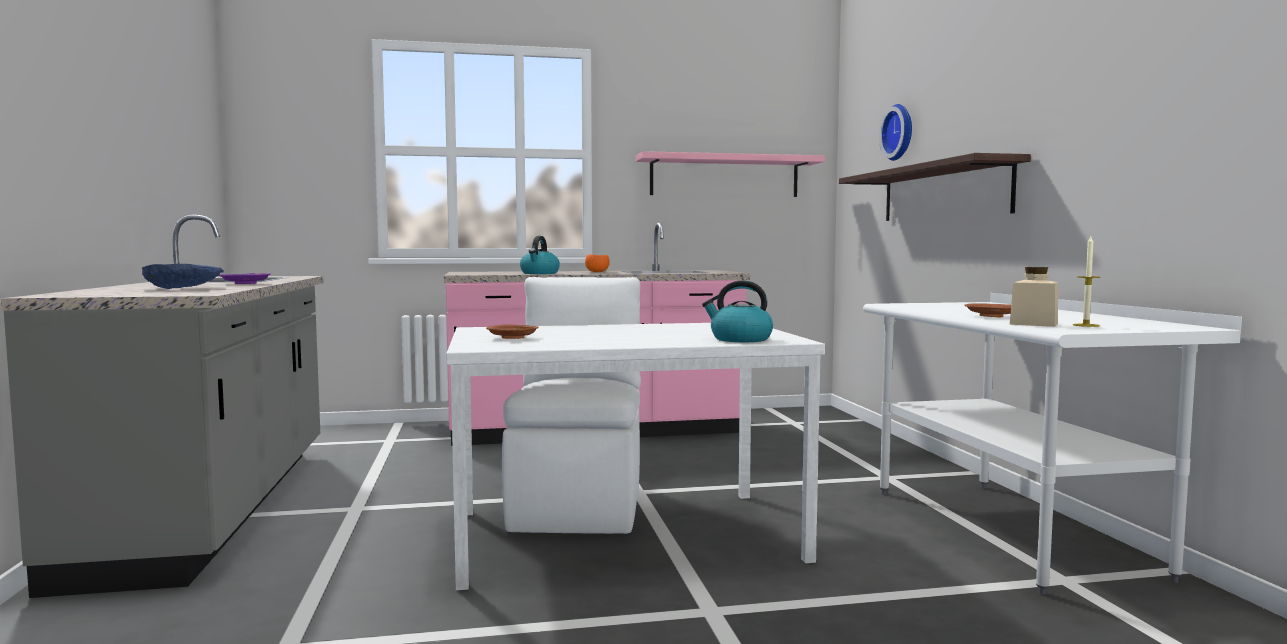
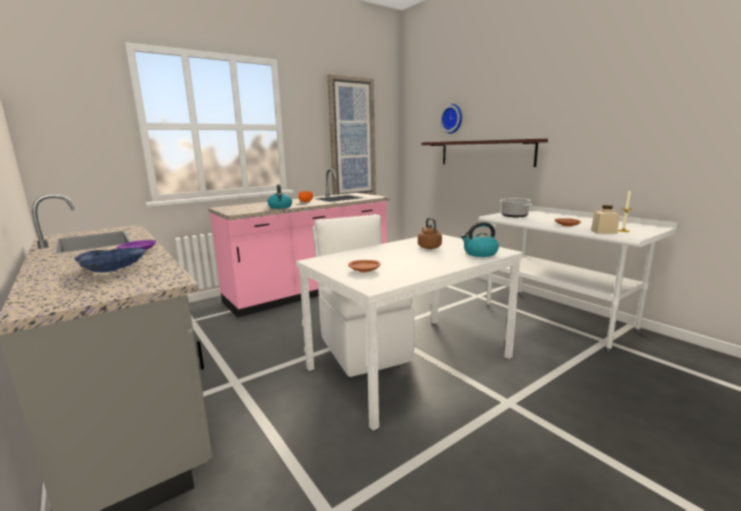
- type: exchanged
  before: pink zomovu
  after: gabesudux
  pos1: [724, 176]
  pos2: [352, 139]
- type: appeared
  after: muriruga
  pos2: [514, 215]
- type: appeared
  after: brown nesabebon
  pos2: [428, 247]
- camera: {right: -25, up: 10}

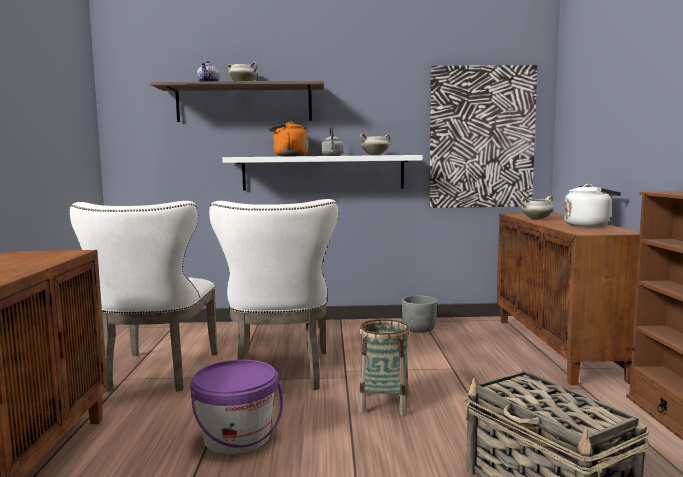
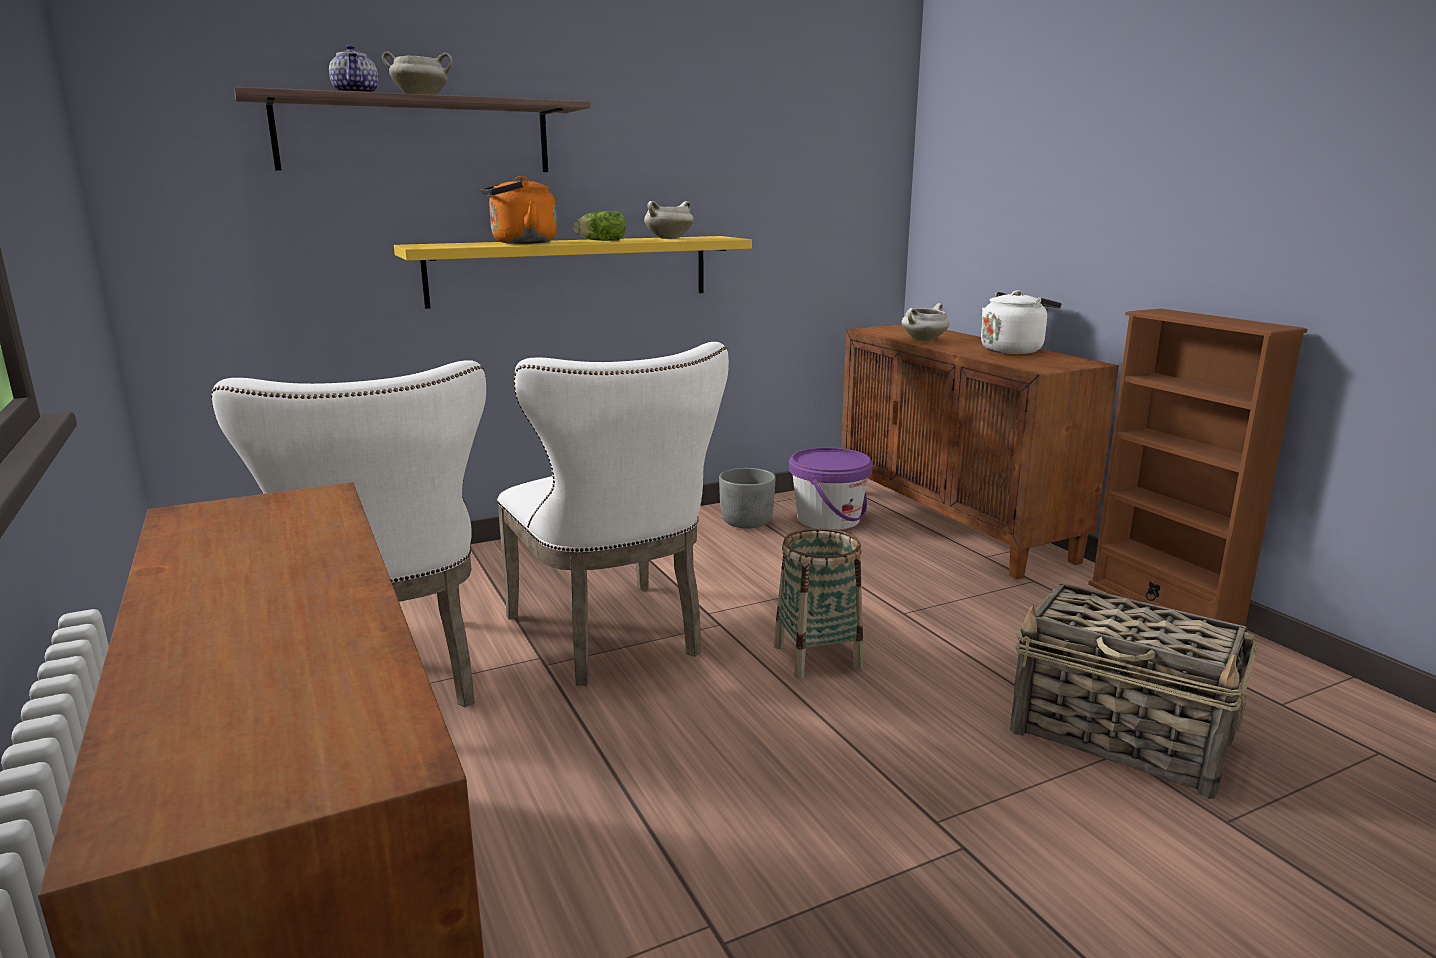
- type: missing
  before: gabesudux
  pos1: [481, 137]
- type: exchanged
  before: grey nesabebon
  after: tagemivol
  pos1: [332, 155]
  pos2: [599, 241]
- type: colour
  before: white zomovu
  after: yellow zomovu
  pos1: [323, 173]
  pos2: [571, 270]
- type: relocated
  before: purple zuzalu
  pos1: [237, 437]
  pos2: [828, 519]
- camera: {right: -25, up: 10}

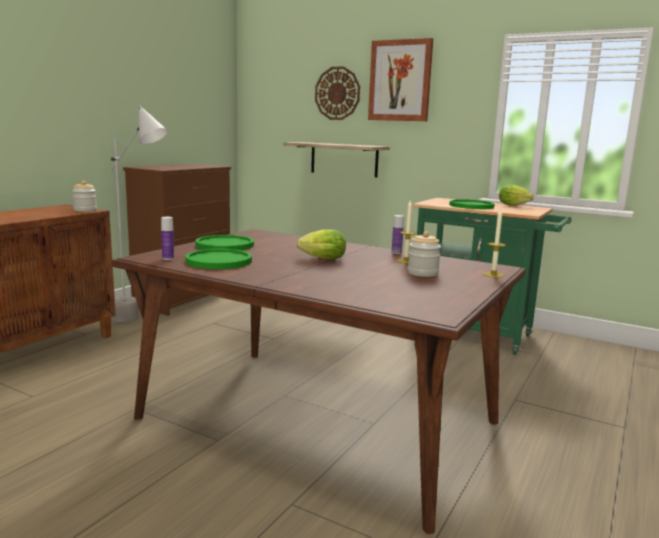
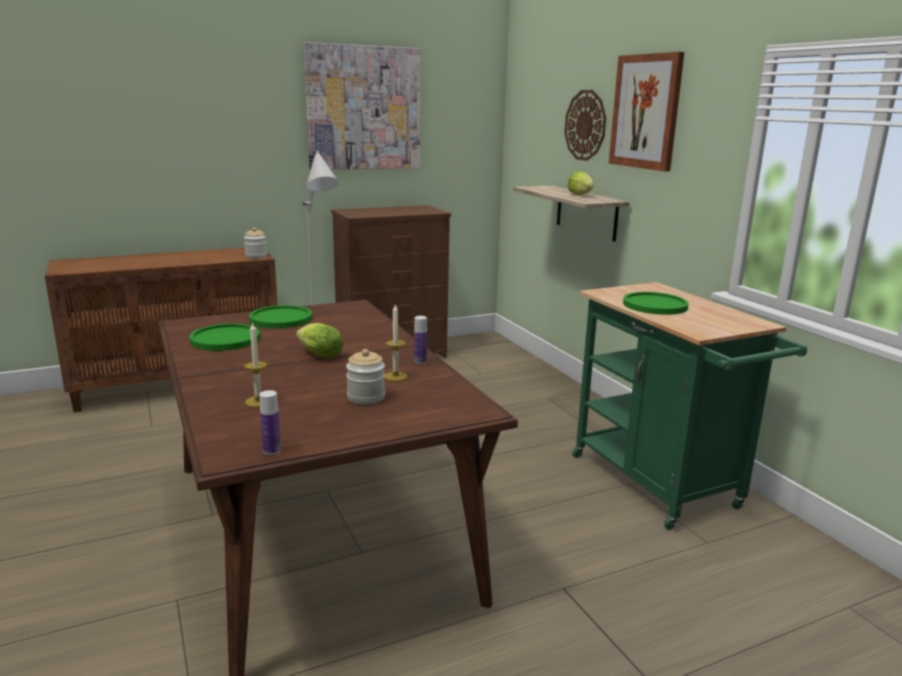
- type: relocated
  before: tagemivol
  pos1: [515, 206]
  pos2: [581, 195]
- type: relocated
  before: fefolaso
  pos1: [493, 275]
  pos2: [258, 401]
- type: relocated
  before: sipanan
  pos1: [168, 258]
  pos2: [272, 450]
- type: appeared
  after: gabesudux
  pos2: [363, 108]
- camera: {right: 35, up: 5}

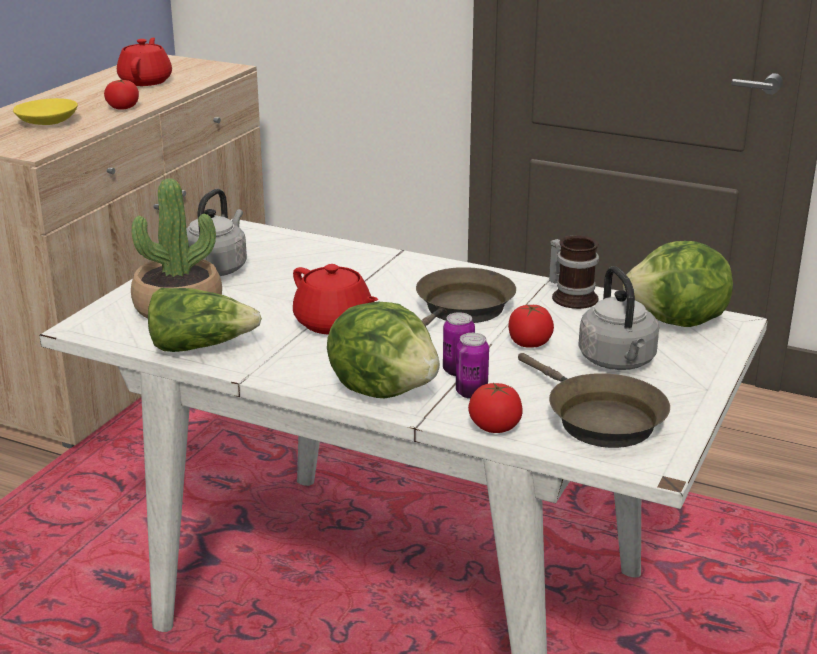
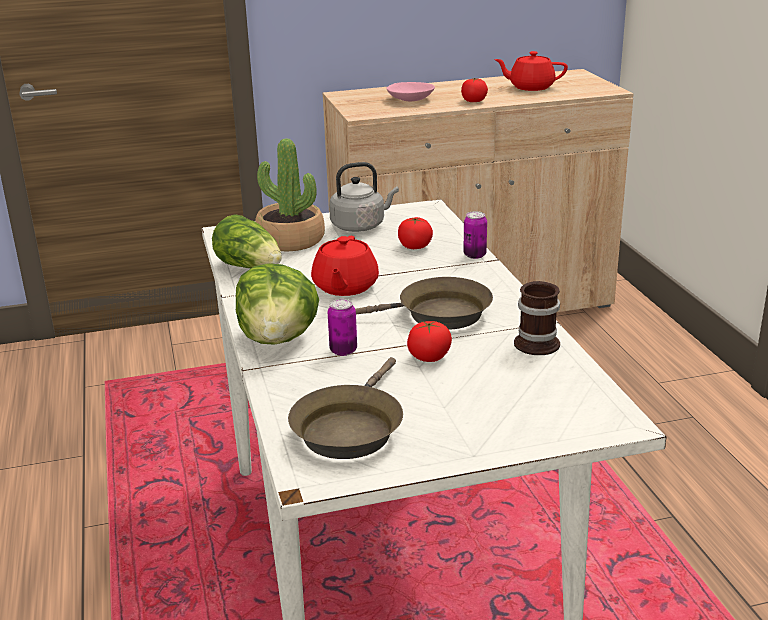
- type: spun
  before: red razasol
  pos1: [146, 81]
  pos2: [530, 87]
  turn: -135
- type: colour
  before: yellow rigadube
  after: pink rigadube
  pos1: [46, 122]
  pos2: [410, 99]
- type: missing
  before: tagemivol
  pos1: [677, 322]
- type: missing
  before: grey nesabebon
  pos1: [618, 362]
- type: relocated
  before: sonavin
  pos1: [471, 392]
  pos2: [474, 255]
- type: relocated
  before: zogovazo
  pos1: [495, 427]
  pos2: [415, 246]
- camera: {right: 50, up: 0}

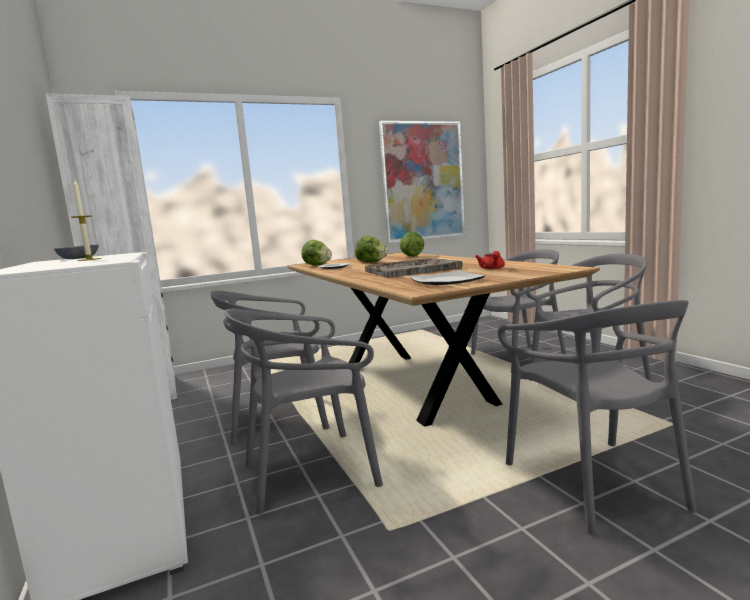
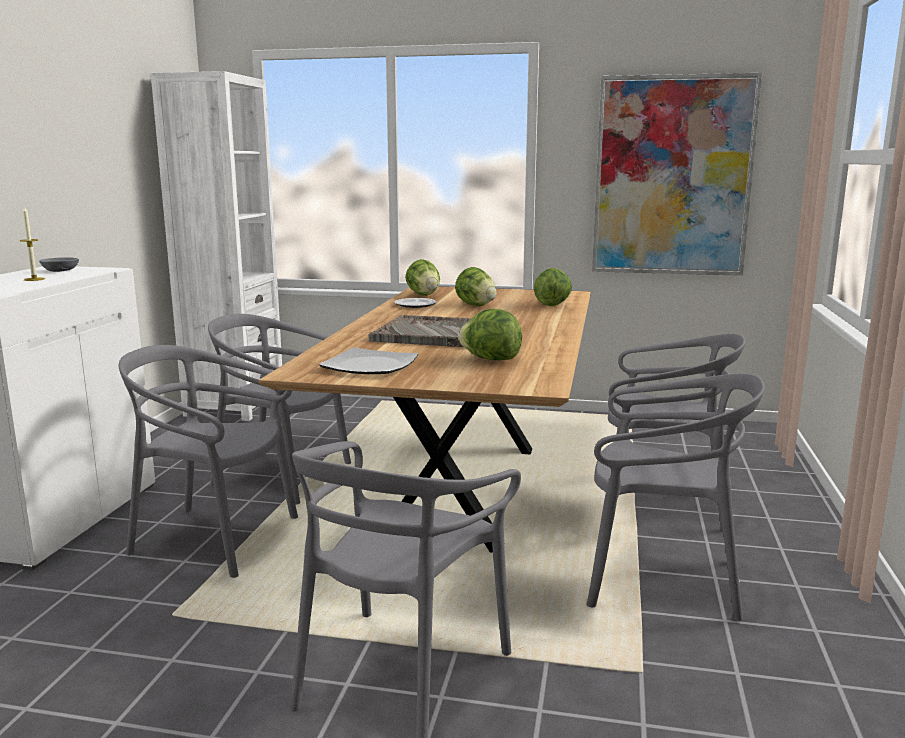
- type: exchanged
  before: red razasol
  after: tagemivol
  pos1: [492, 268]
  pos2: [490, 359]
- camera: {right: 35, up: 5}

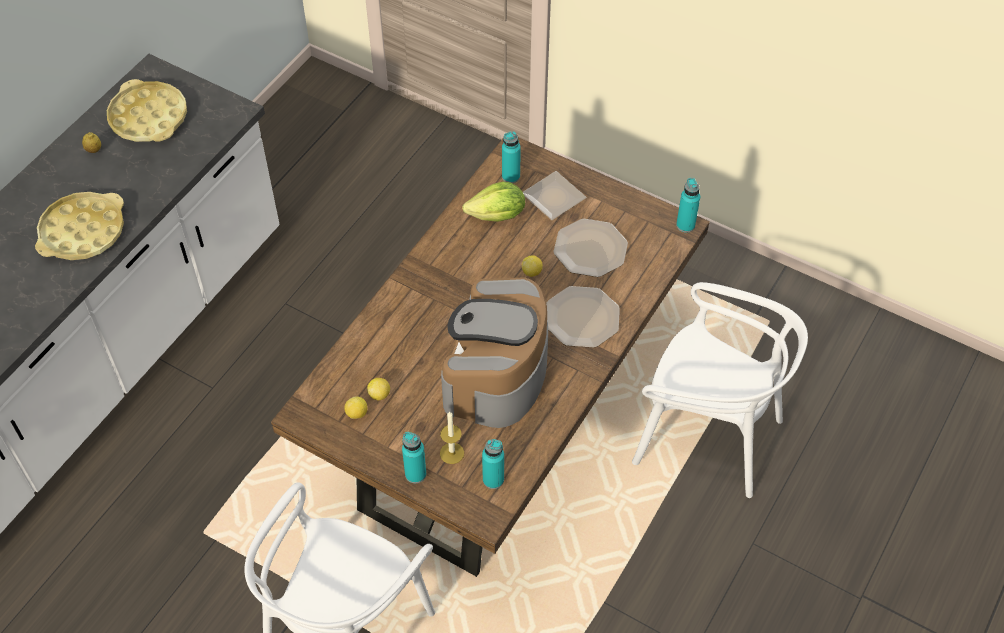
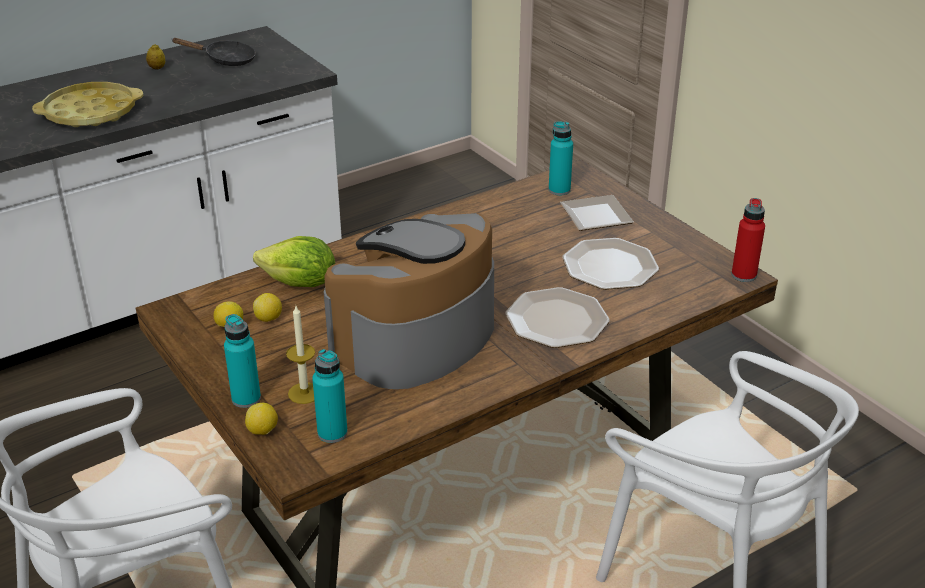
- type: exchanged
  before: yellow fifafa
  after: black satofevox
  pos1: [148, 118]
  pos2: [225, 60]
- type: colour
  before: turquoise sipanan
  after: red sipanan
  pos1: [685, 225]
  pos2: [743, 275]
- type: relocated
  before: tagemivol
  pos1: [497, 216]
  pos2: [300, 284]
- type: relocated
  before: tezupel
  pos1: [532, 272]
  pos2: [263, 431]
- camera: {right: 25, up: -20}

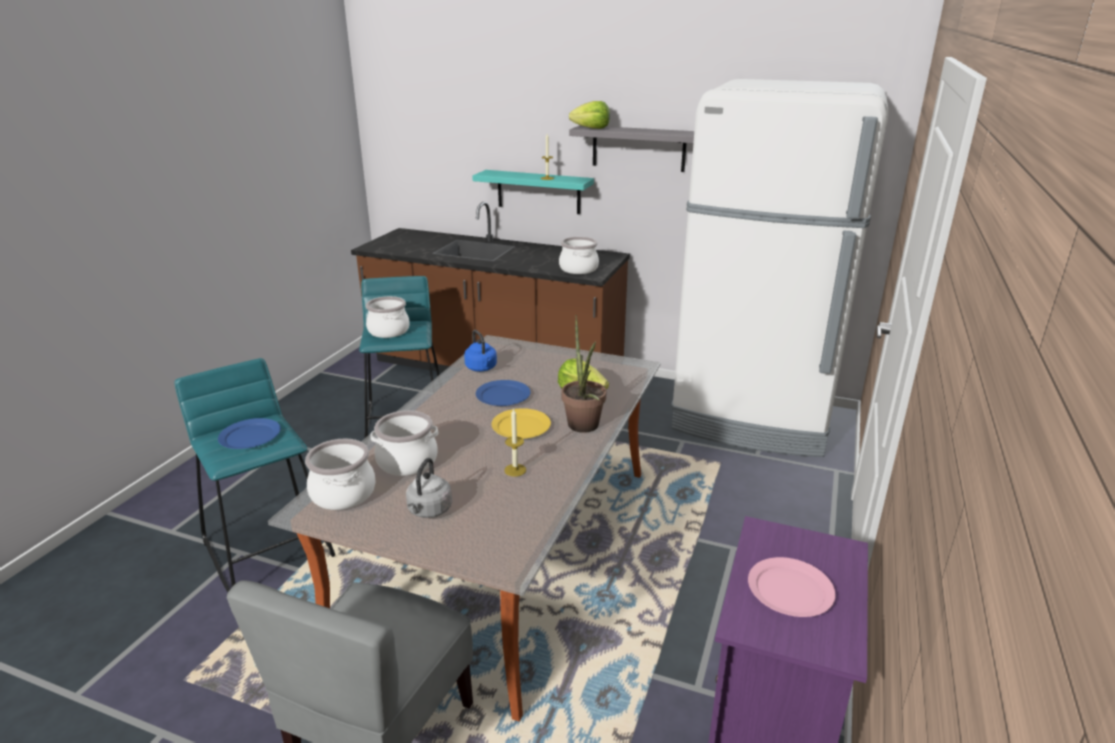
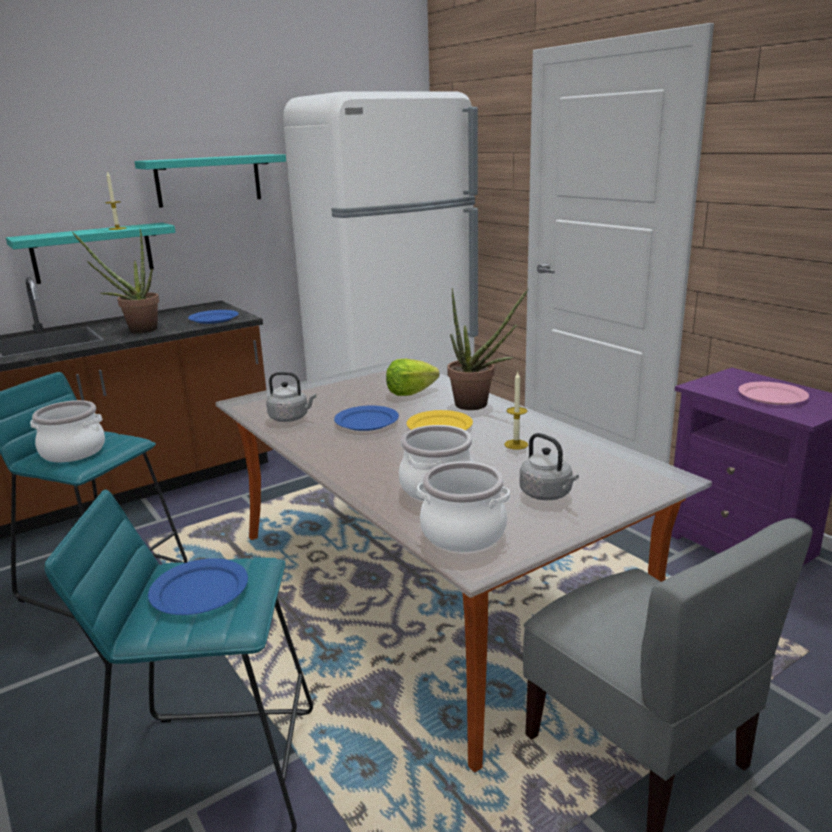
- type: missing
  before: tagemivol
  pos1: [591, 128]
- type: colour
  before: grey zomovu
  after: turquoise zomovu
  pos1: [638, 148]
  pos2: [208, 180]
- type: exchanged
  before: muriruga
  after: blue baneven
  pos1: [578, 269]
  pos2: [213, 319]
- type: colour
  before: blue nesabebon
  after: grey nesabebon
  pos1: [481, 368]
  pos2: [291, 418]
- type: appeared
  after: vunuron
  pos2: [136, 330]
- camera: {right: -55, up: -5}

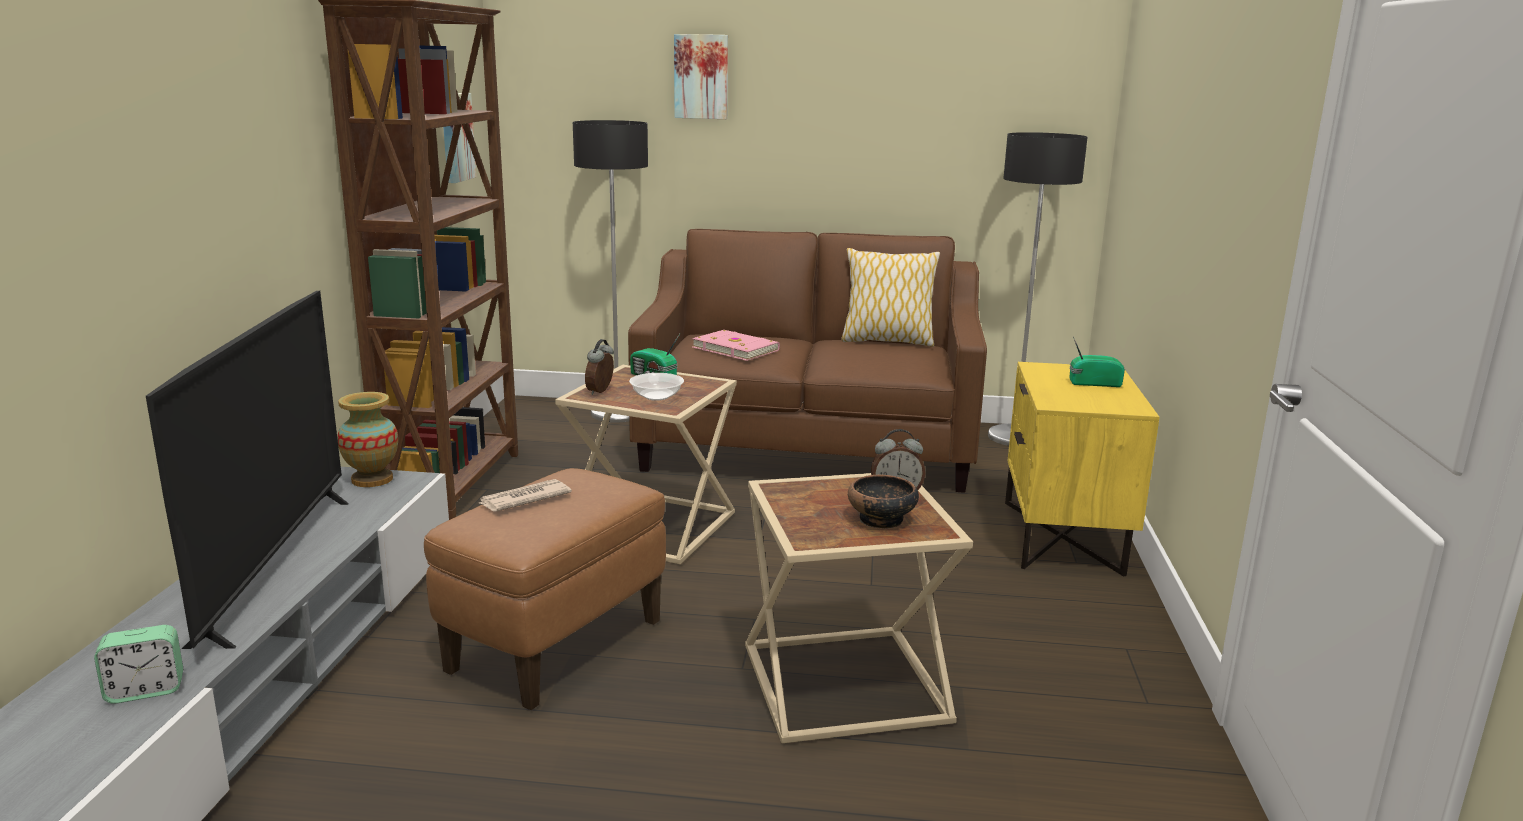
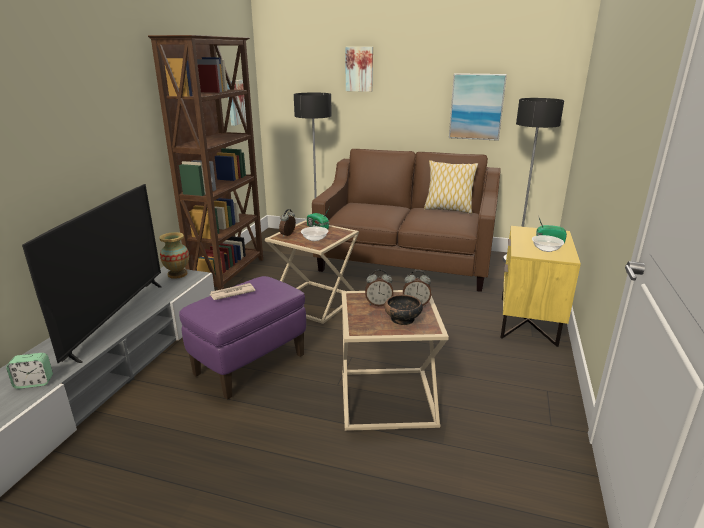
- type: missing
  before: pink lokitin
  pos1: [736, 349]
- type: colour
  before: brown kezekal
  after: purple kezekal
  pos1: [557, 645]
  pos2: [250, 364]
- type: appeared
  after: gabesudux
  pos2: [476, 107]
- type: appeared
  after: rigadube
  pos2: [546, 249]
- type: appeared
  after: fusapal
  pos2: [378, 304]
- camera: {right: 10, up: 5}

